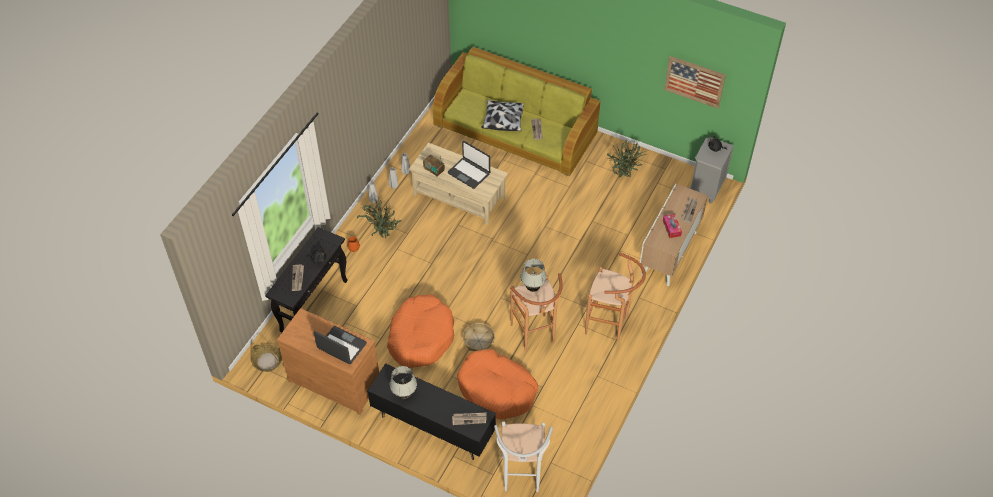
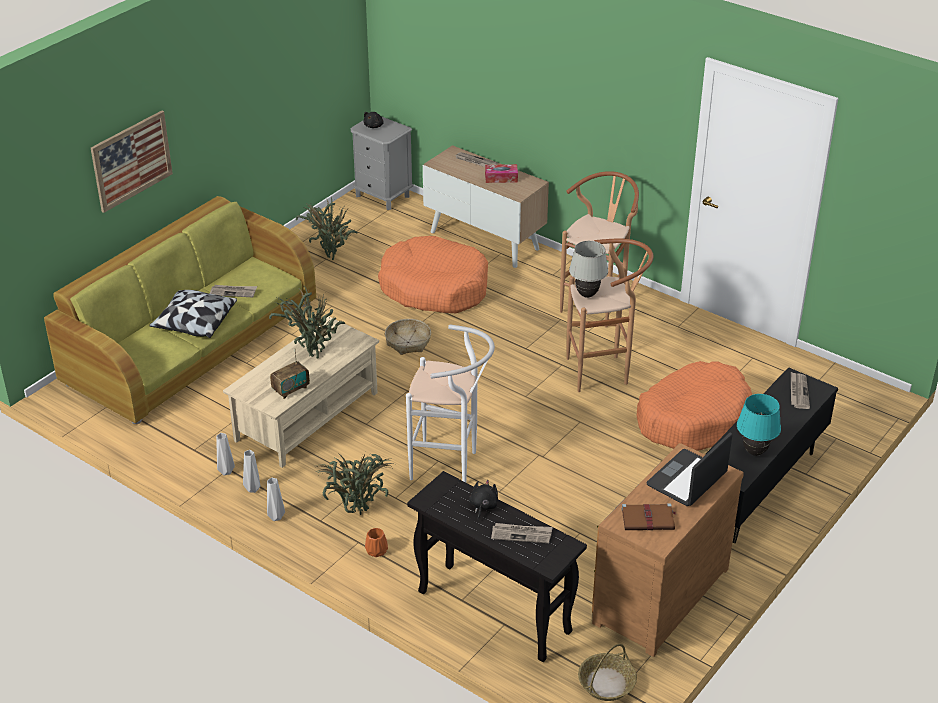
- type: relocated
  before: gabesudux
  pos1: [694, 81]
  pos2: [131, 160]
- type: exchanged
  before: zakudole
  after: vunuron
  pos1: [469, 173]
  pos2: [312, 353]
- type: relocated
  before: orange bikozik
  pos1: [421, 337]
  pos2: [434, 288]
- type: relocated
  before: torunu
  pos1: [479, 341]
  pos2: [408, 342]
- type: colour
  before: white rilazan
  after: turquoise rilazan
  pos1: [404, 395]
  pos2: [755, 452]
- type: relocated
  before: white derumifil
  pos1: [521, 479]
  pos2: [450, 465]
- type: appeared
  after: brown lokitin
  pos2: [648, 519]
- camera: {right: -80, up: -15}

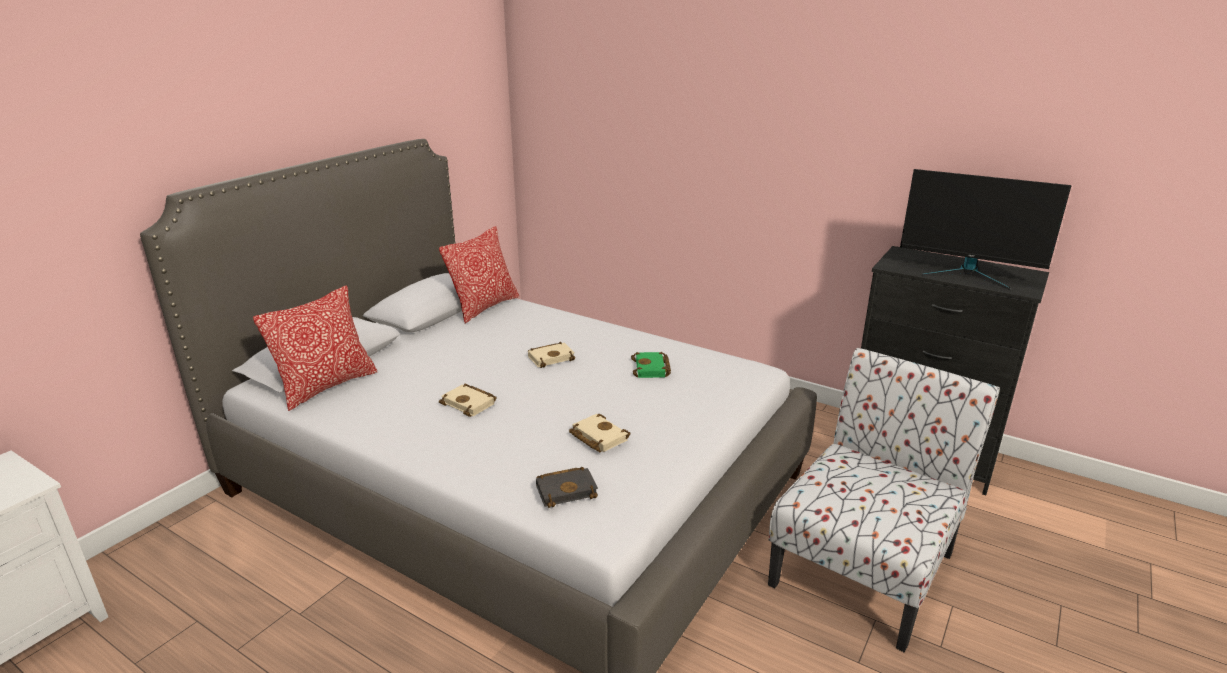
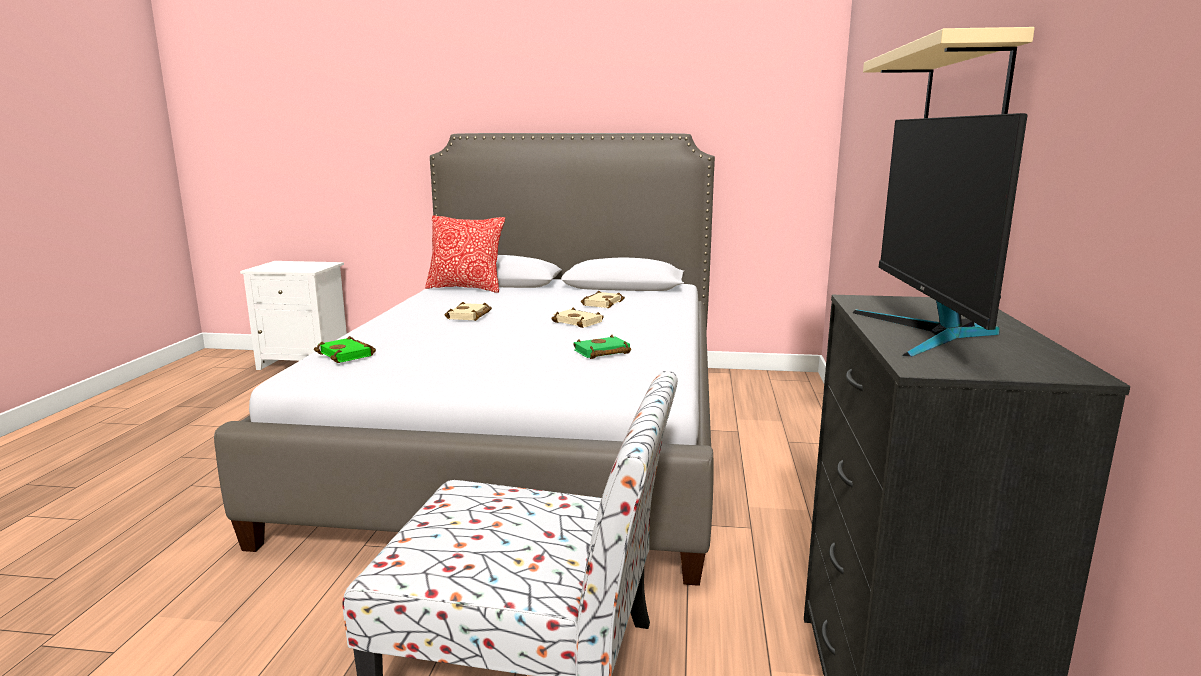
- type: missing
  before: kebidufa
  pos1: [484, 307]
- type: relocated
  before: beige lokitin
  pos1: [597, 437]
  pos2: [601, 303]
- type: colour
  before: black lokitin
  after: green lokitin
  pos1: [567, 489]
  pos2: [348, 355]
- type: appeared
  after: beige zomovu
  pos2: [964, 89]
- camera: {right: 65, up: -10}

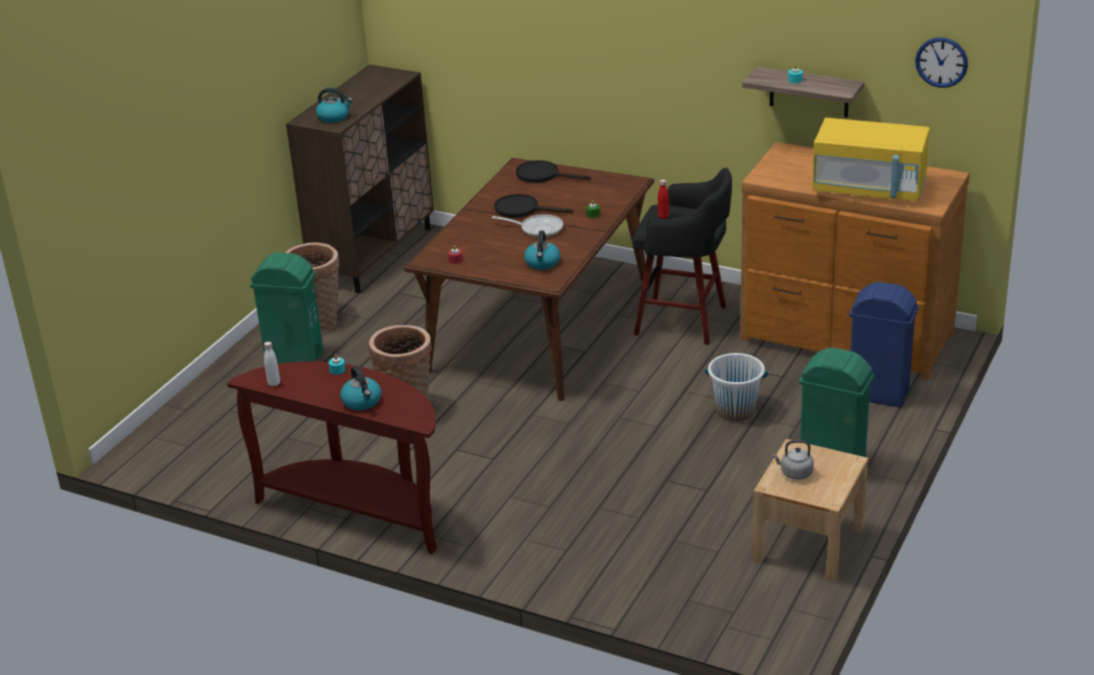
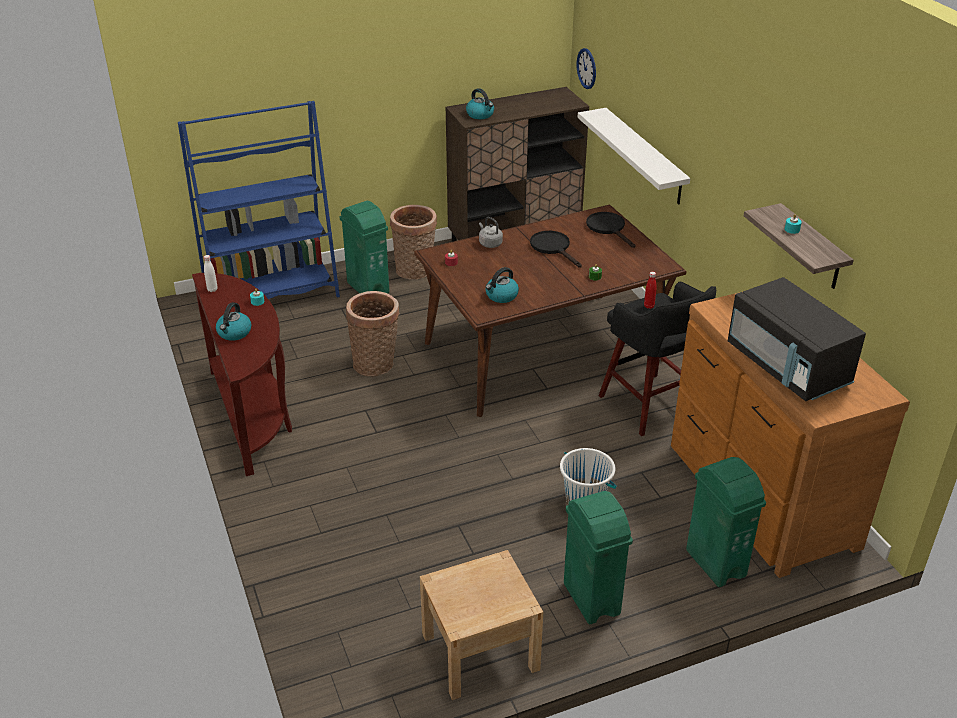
- type: relocated
  before: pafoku
  pos1: [941, 62]
  pos2: [586, 68]
- type: colour
  before: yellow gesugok
  after: black gesugok
  pos1: [869, 189]
  pos2: [787, 367]
- type: missing
  before: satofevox
  pos1: [538, 229]
- type: colour
  before: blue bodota
  after: green bodota
  pos1: [877, 394]
  pos2: [715, 562]
- type: relocated
  before: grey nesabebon
  pos1: [794, 473]
  pos2: [489, 243]
- type: appeared
  after: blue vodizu
  pos2: [272, 294]
- type: appeared
  after: white zomovu
  pos2: [644, 156]
- camera: {right: 40, up: 5}

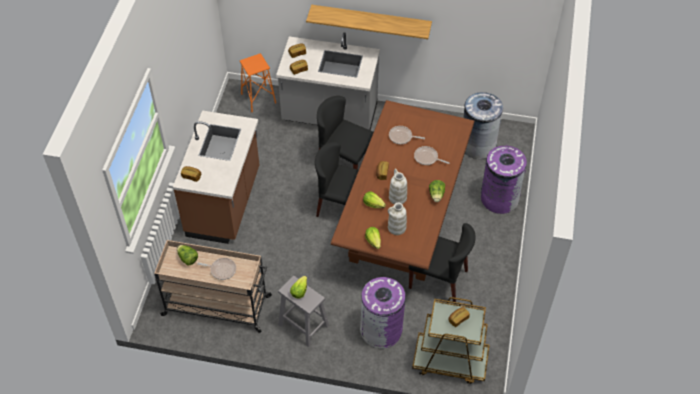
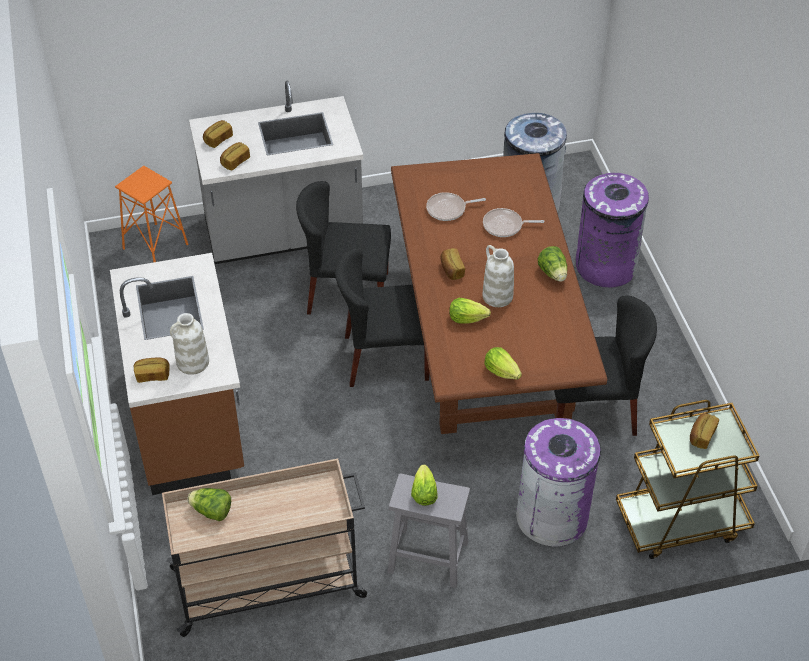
- type: missing
  before: zomovu
  pos1: [371, 20]
- type: relocated
  before: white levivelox
  pos1: [396, 228]
  pos2: [192, 363]
- type: missing
  before: satofevox
  pos1: [221, 269]
- camera: {right: -25, up: -5}

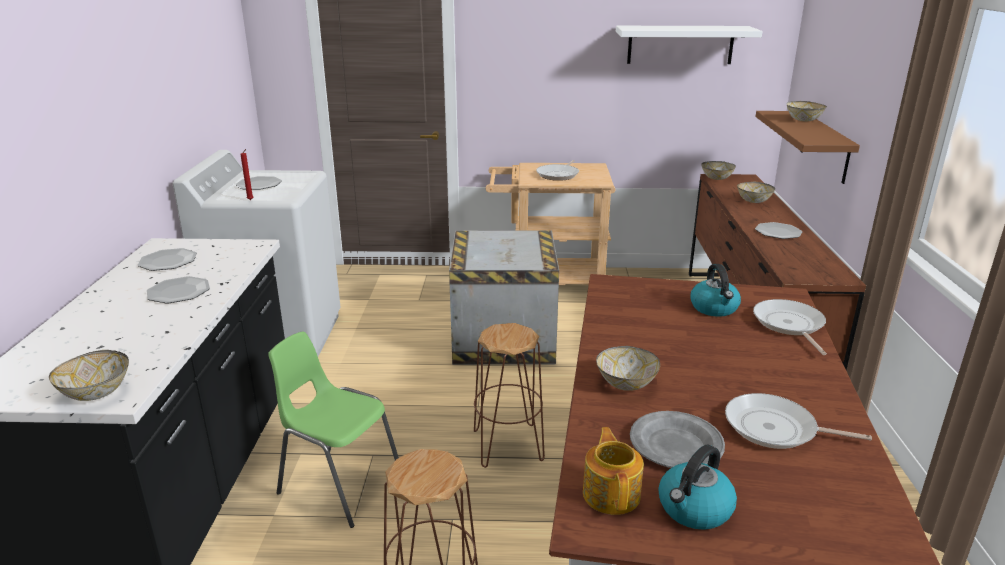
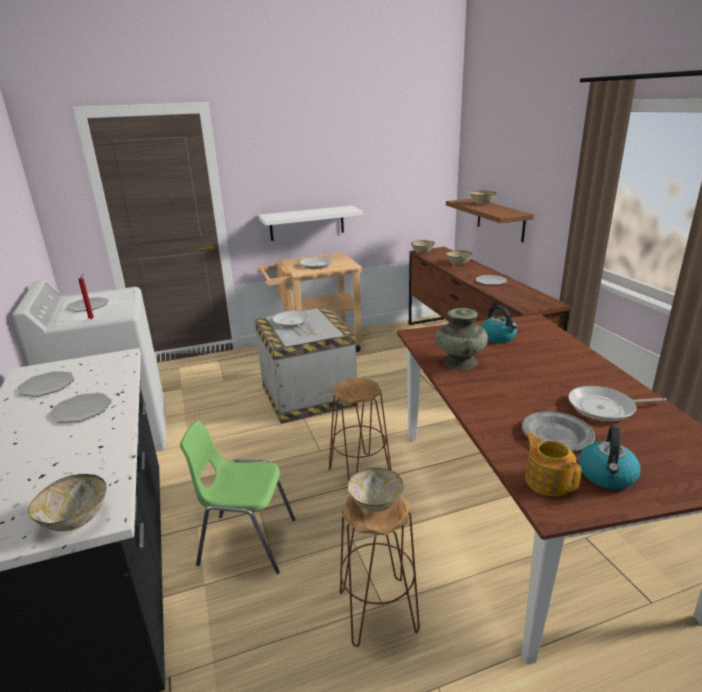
- type: relocated
  before: white zomovu
  pos1: [680, 44]
  pos2: [307, 223]
- type: relocated
  before: satofevox
  pos1: [789, 325]
  pos2: [292, 323]
- type: relocated
  before: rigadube
  pos1: [625, 383]
  pos2: [375, 503]
- type: appeared
  after: turquoise levivelox
  pos2: [460, 362]
- camera: {right: -20, up: 0}

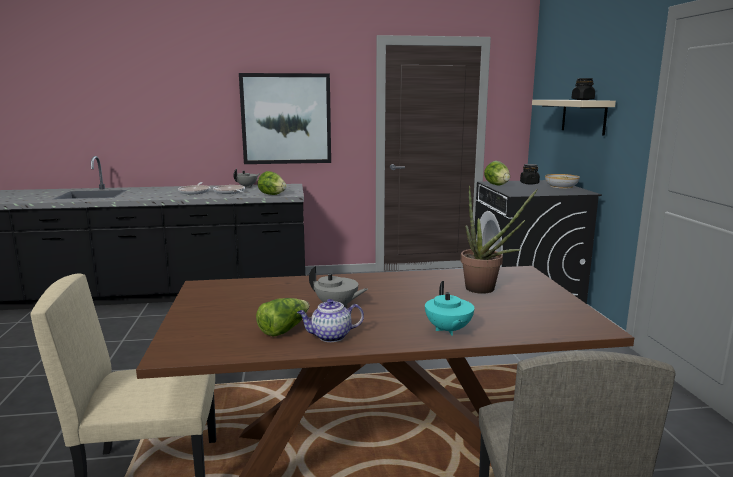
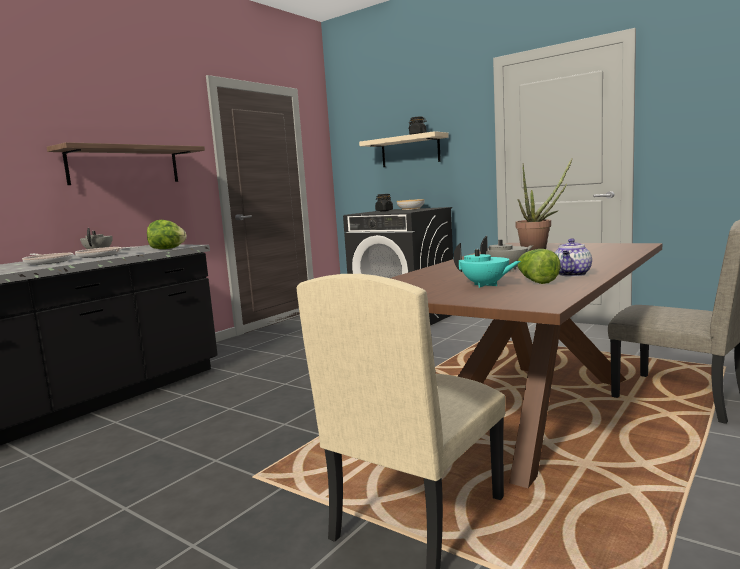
- type: exchanged
  before: gabesudux
  after: zomovu
  pos1: [286, 119]
  pos2: [124, 165]
- type: missing
  before: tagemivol
  pos1: [496, 185]
- type: relocated
  before: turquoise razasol
  pos1: [448, 330]
  pos2: [485, 285]
- camera: {right: -45, up: -5}

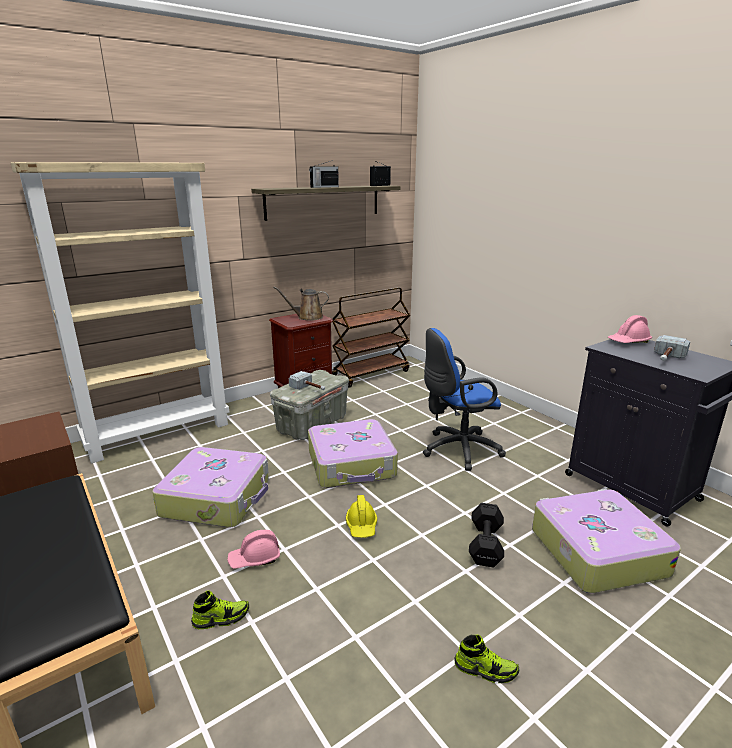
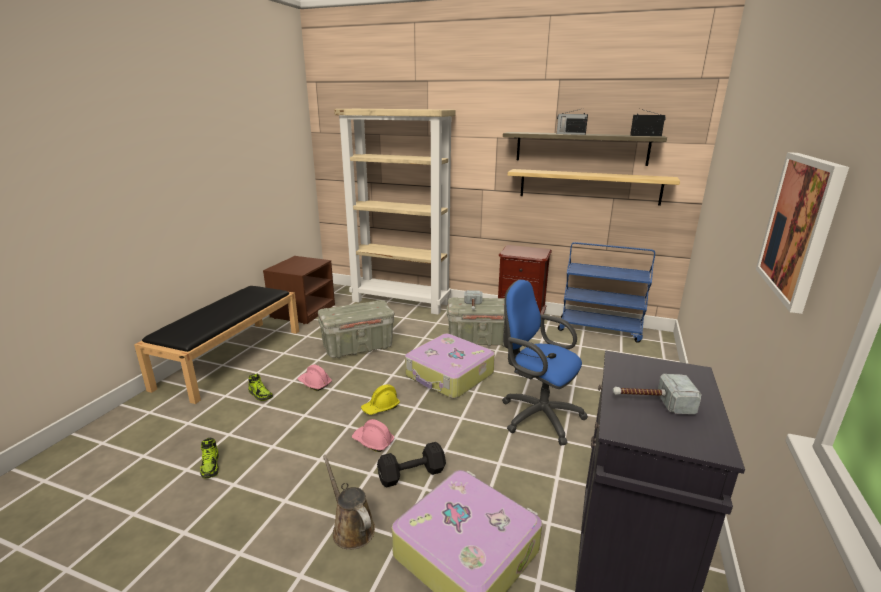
- type: relocated
  before: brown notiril
  pos1: [307, 317]
  pos2: [351, 528]
- type: colour
  before: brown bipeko
  after: blue bipeko
  pos1: [370, 374]
  pos2: [600, 329]
- type: relocated
  before: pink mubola
  pos1: [628, 341]
  pos2: [373, 441]
- type: exchanged
  before: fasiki
  after: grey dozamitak
  pos1: [217, 498]
  pos2: [358, 347]
- type: relocated
  before: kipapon
  pos1: [485, 669]
  pos2: [211, 466]
- type: appeared
  after: gabesudux
  pos2: [800, 227]
- type: appeared
  after: zomovu
  pos2: [589, 186]
- camera: {right: 55, up: 0}

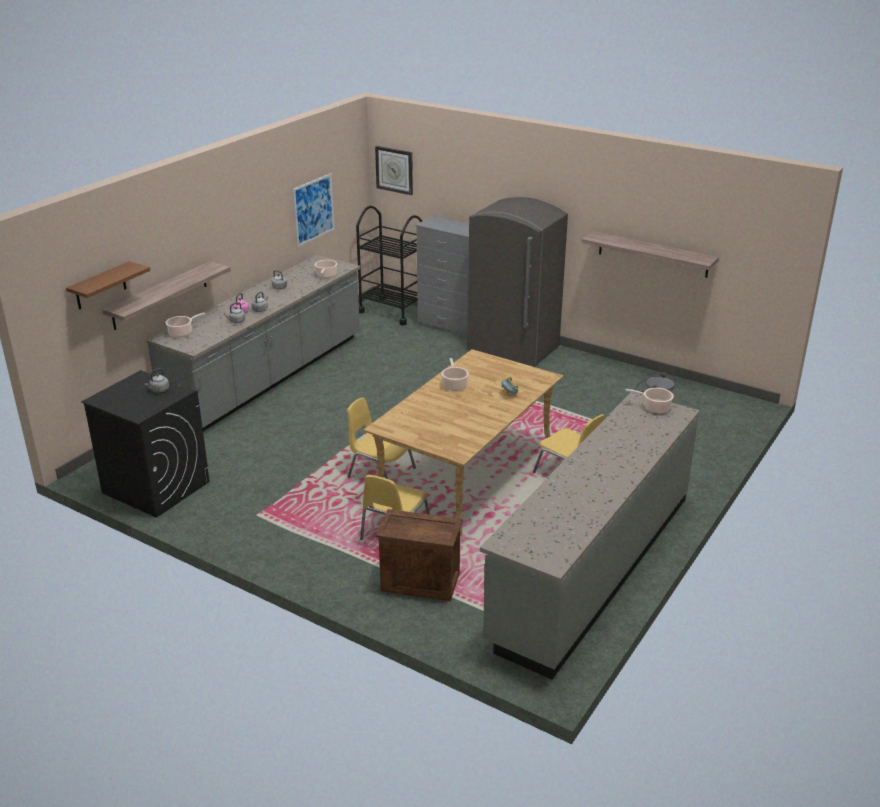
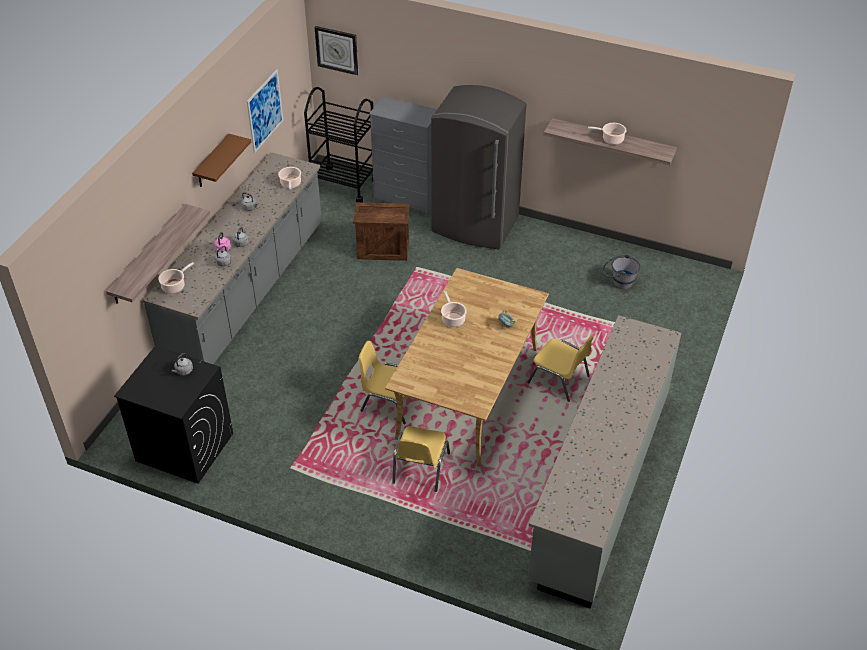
- type: relocated
  before: brown zomovu
  pos1: [100, 286]
  pos2: [212, 162]
- type: relocated
  before: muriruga
  pos1: [654, 408]
  pos2: [611, 139]
- type: relocated
  before: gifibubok
  pos1: [421, 581]
  pos2: [383, 249]
- camera: {right: -10, up: 15}

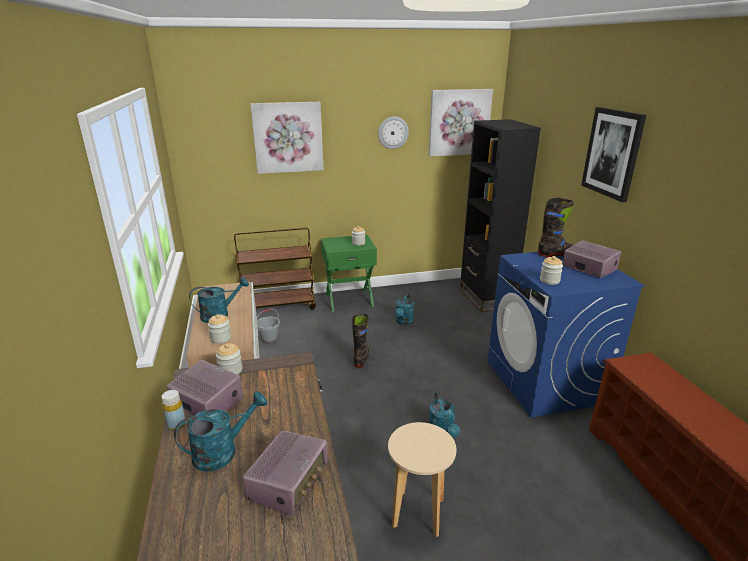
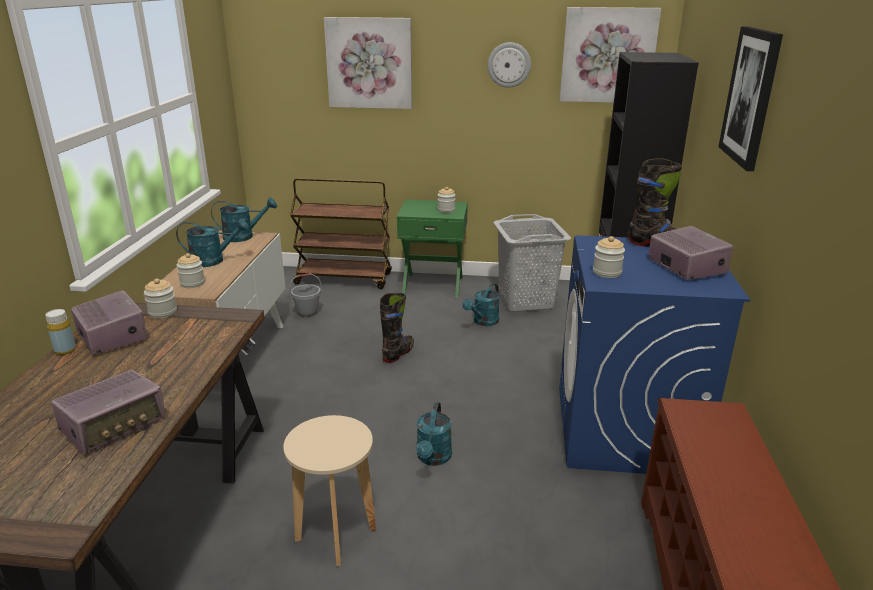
- type: relocated
  before: turquoise notiril
  pos1: [223, 451]
  pos2: [244, 236]
- type: appeared
  after: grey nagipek
  pos2: [526, 301]
- camera: {right: 20, up: 0}

